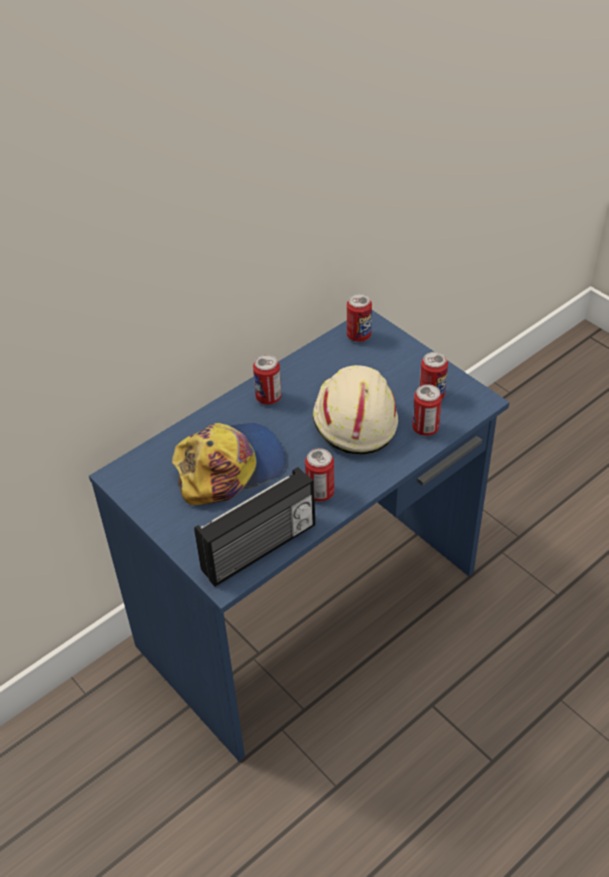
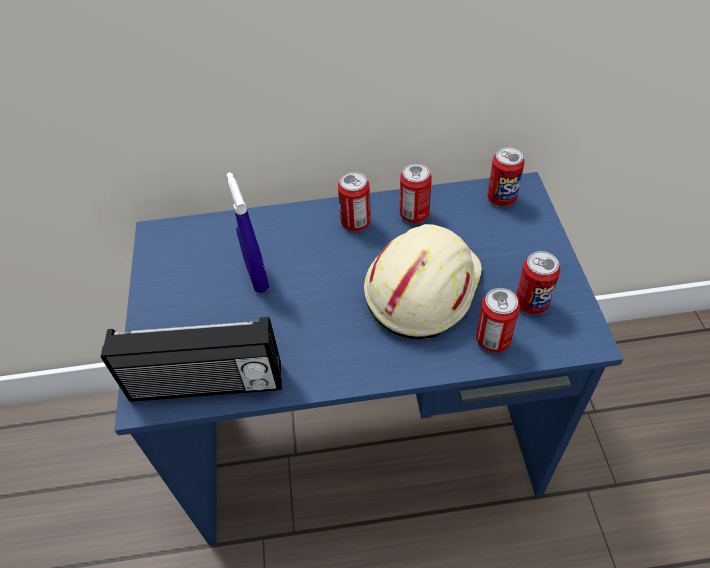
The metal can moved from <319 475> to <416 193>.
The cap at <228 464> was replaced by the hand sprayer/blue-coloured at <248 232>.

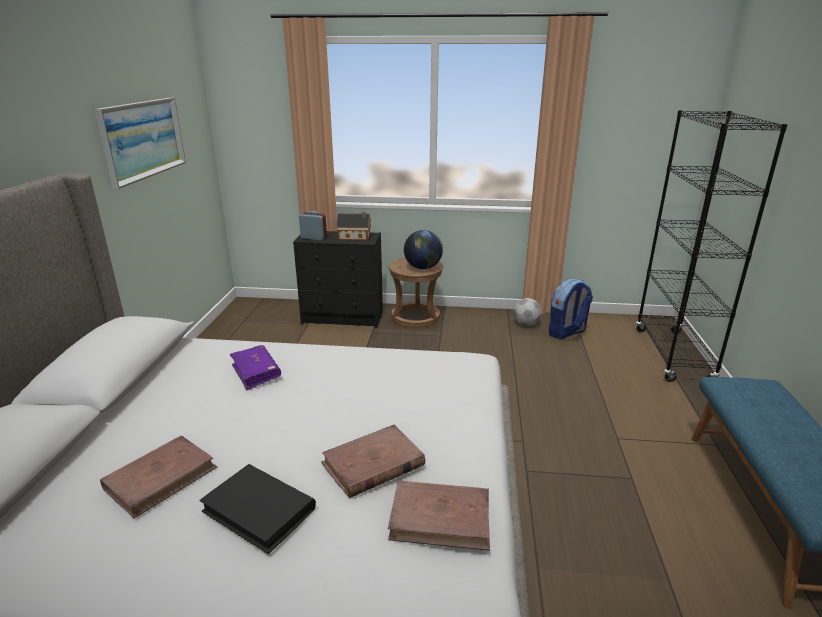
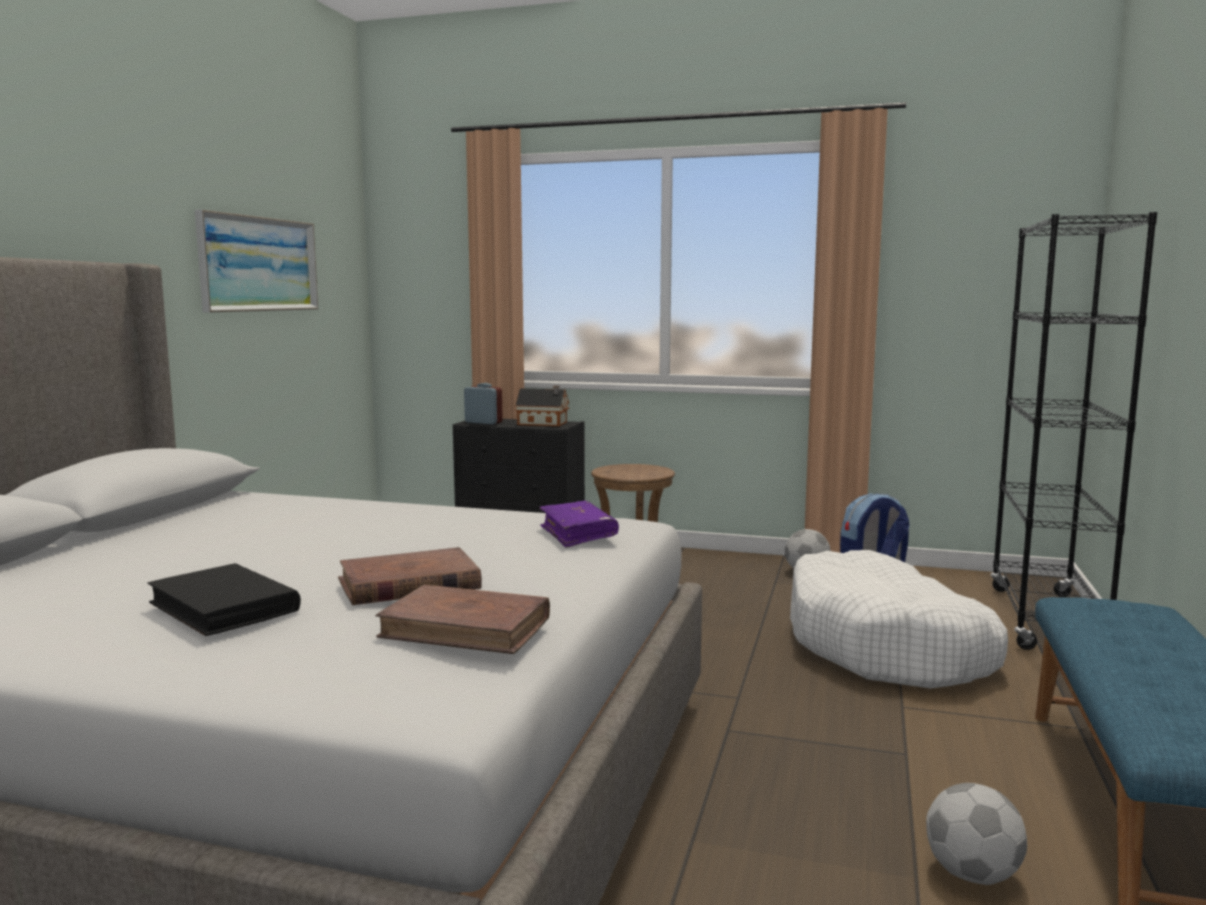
The volume/brown-coloured at <158 476> disappeared.
The world globe at <423 249> disappeared.
The dog cushion/whitish at <899 619> appeared.
The ball for football at <976 834> appeared.
The volume/purplish moved from <255 367> to <579 524>.

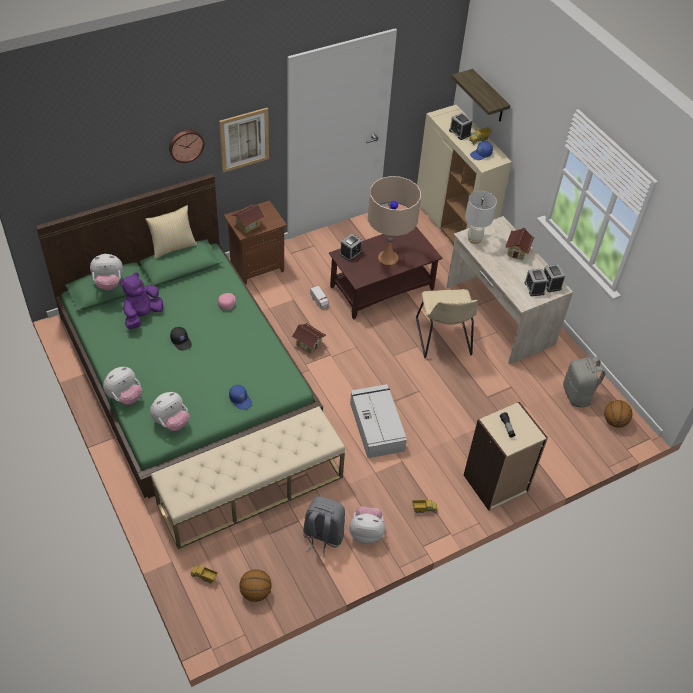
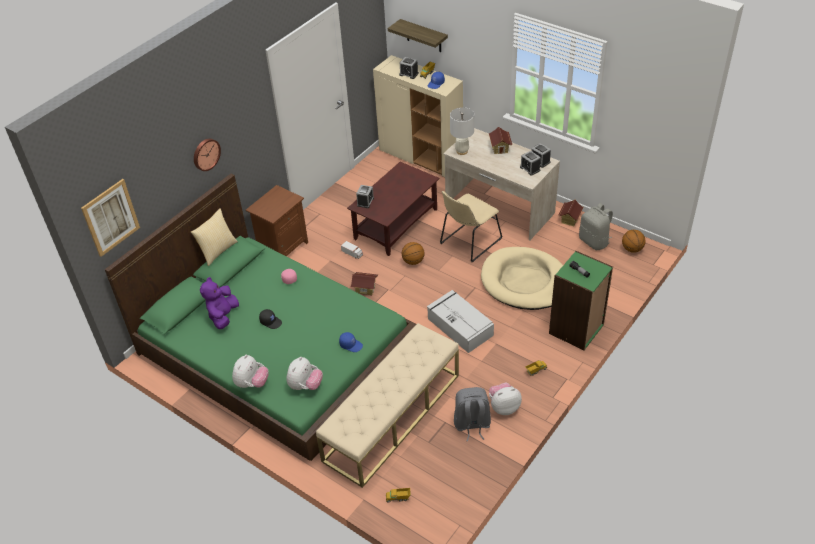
The cuddly toy at <106 272> disappeared.
The lamp for a table/beige at <394 220> disappeared.
The dog cushion/beige at <522 278> appeared.
The wall picture moved from <244 140> to <110 218>.
The toy house moved from <248 219> to <571 213>.
The basketball moved from <255 585> to <413 253>.
The bookshelf/beige at <506 456> became the bookshelf/green at <581 300>.
The upright chair/beige at <447 323> turned 75 degrees clockwise.

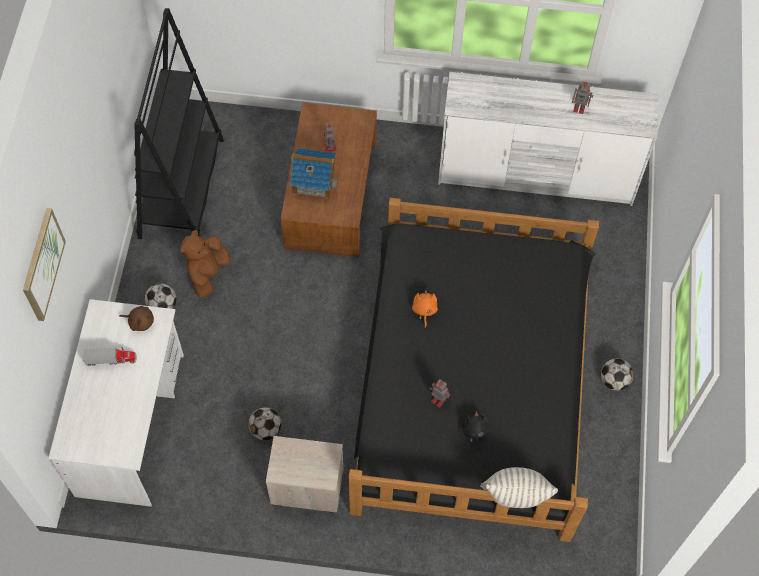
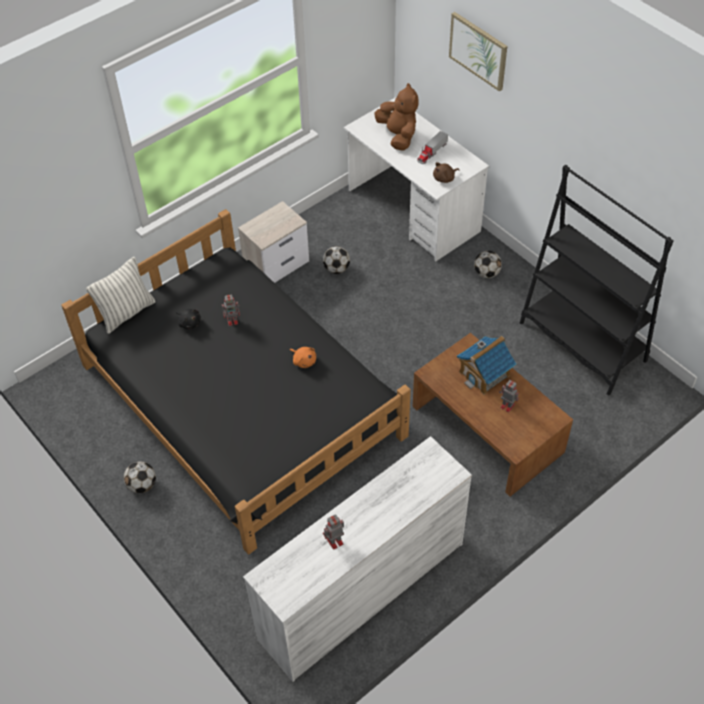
The cuddly toy/brown-coloured moved from <205 264> to <396 117>.

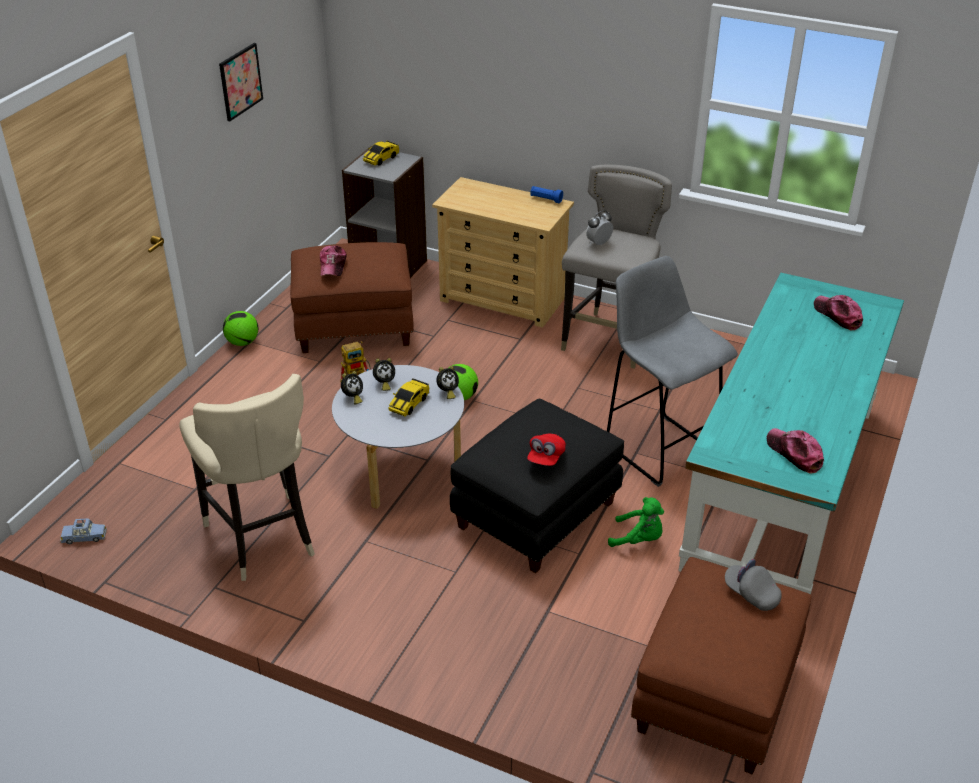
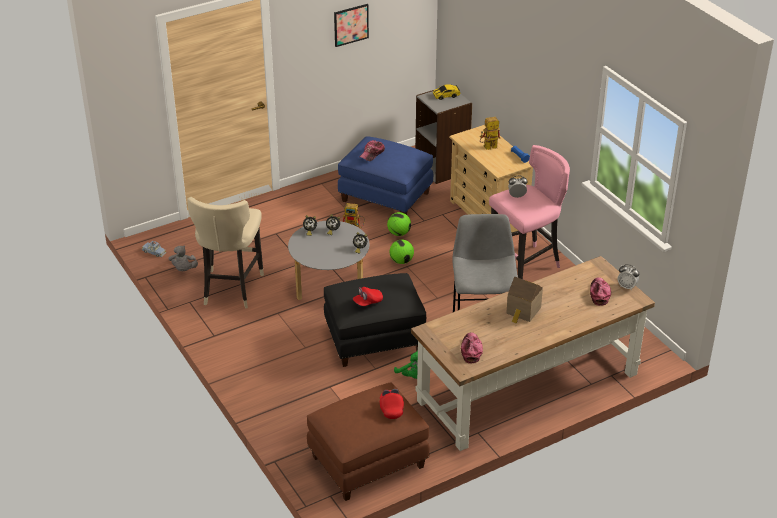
The toy car at <408 397> disappeared.
The cuddly toy/grey at <183 258> appeared.
The toy robot at <490 133> appeared.
The toy house at <524 300> appeared.
The table clock at <628 277> appeared.
The ball for football moved from <240 328> to <399 224>.
The pouffe/brown-coloured at <352 297> became the pouffe/blue-coloured at <385 175>.
The sitting stool/grey at <616 267> became the sitting stool/pink-coloured at <529 212>.
The desk unit/blue-green at <791 434> became the desk unit/brown-coloured at <533 353>.
The cap/grey at <753 585> became the cap/red-coloured at <392 404>.

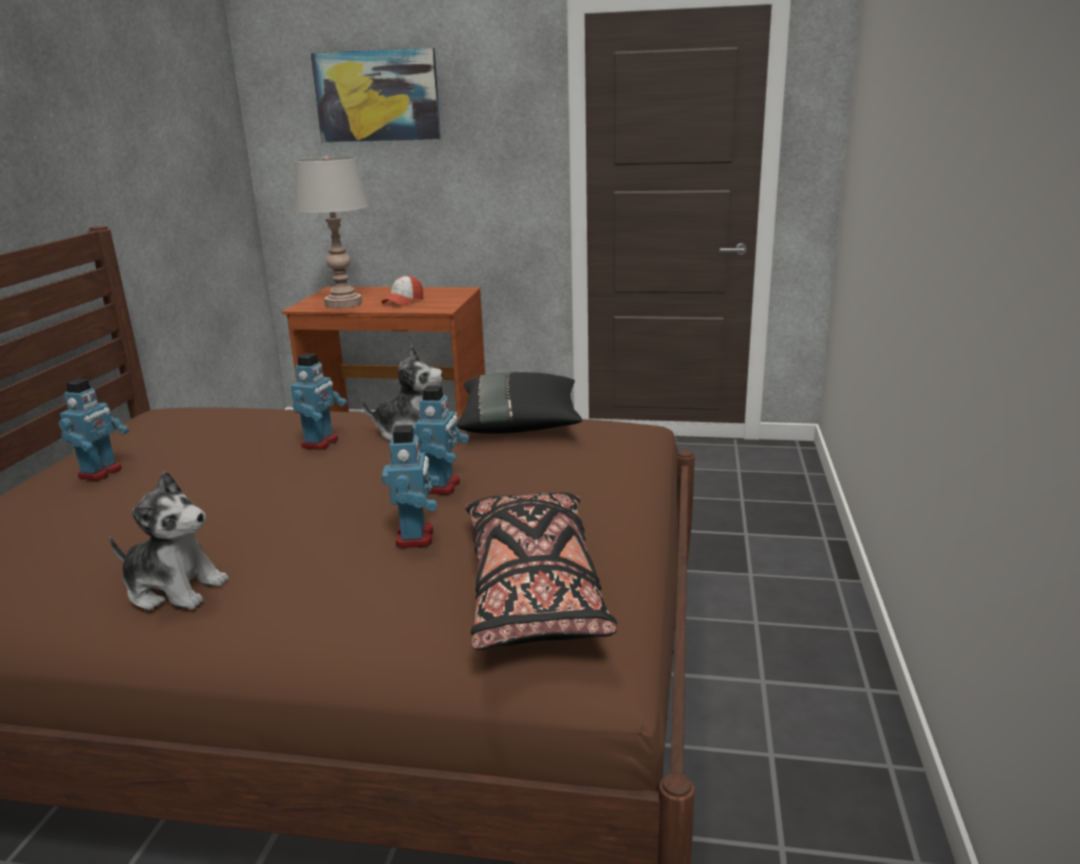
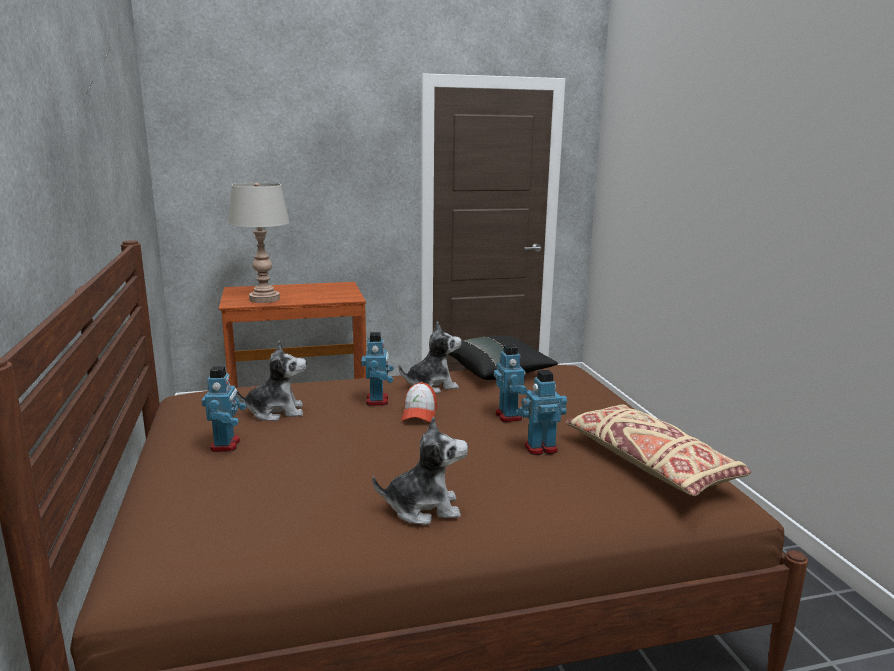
The wall picture at <375 95> disappeared.
The cuddly toy at <271 381> appeared.
The cap moved from <402 290> to <419 402>.
The pillow/black-coloured at <541 571> became the pillow/beige at <658 450>.
The toy robot at <411 486> turned 75 degrees counterclockwise.

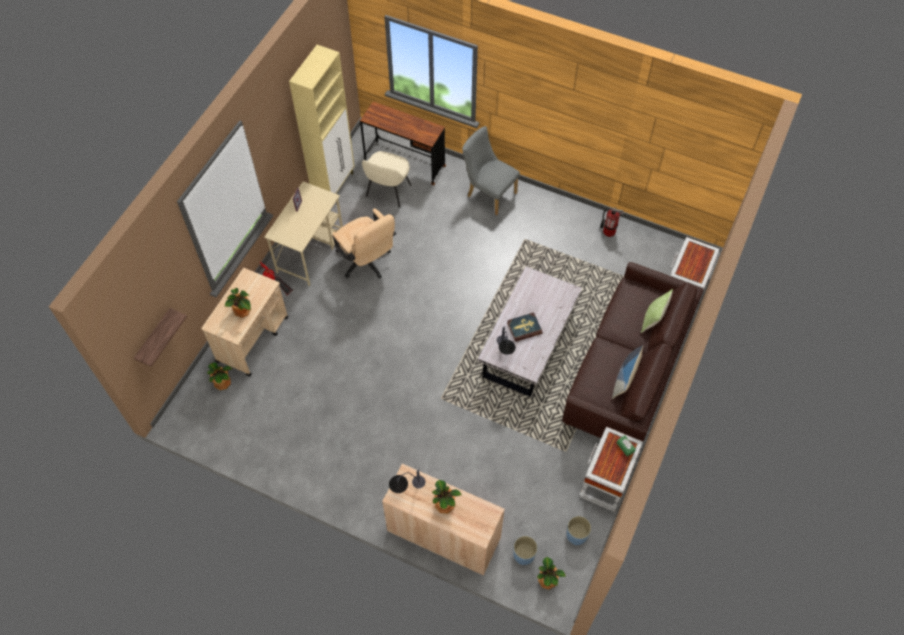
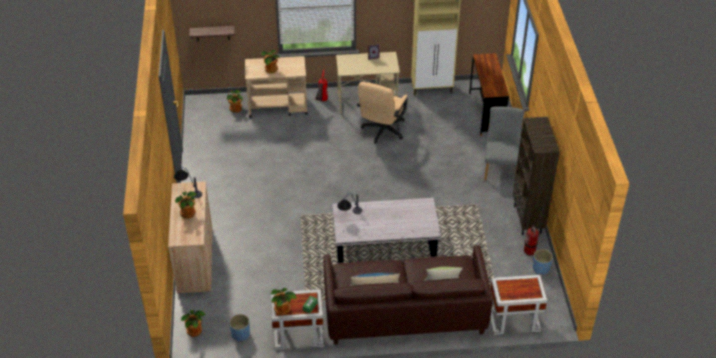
The upright chair/beige at <387 179> disappeared.
The volume at <525 327> disappeared.
The plant in a pot at <284 302> appeared.
The bookshelf/brown-coloured at <536 176> appeared.
The flower pot/blue-coloured moved from <525 550> to <543 262>.

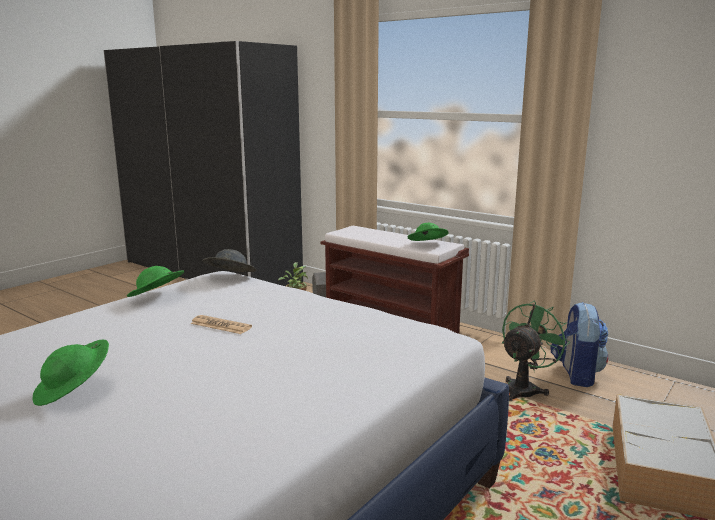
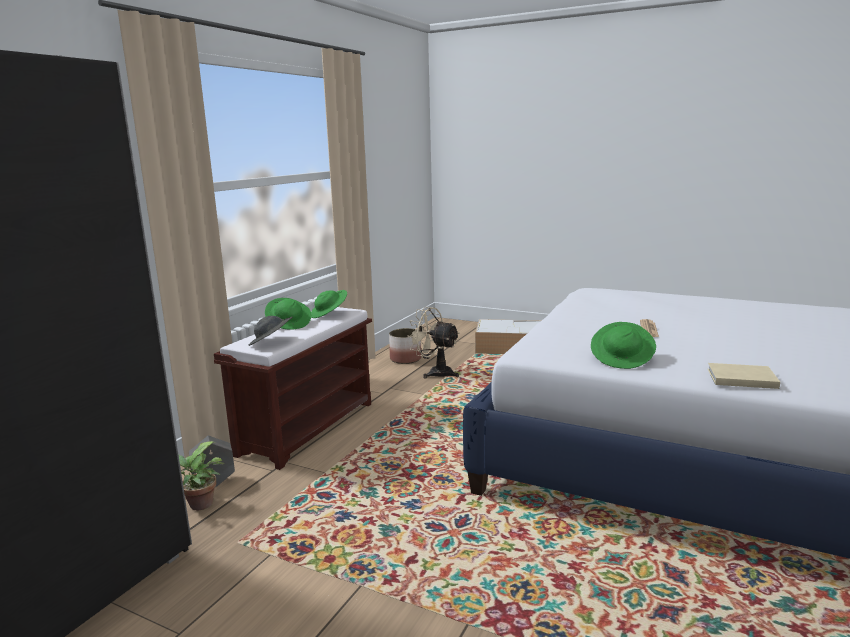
The volume/beige at <744 376> appeared.
The wearable hat/green moved from <70 373> to <288 314>.
The wearable hat/grey moved from <230 260> to <271 331>.
The knapsack at <579 344> was replaced by the flower pot at <405 346>.
The electric fan/green at <536 351> became the electric fan/beige at <433 343>.

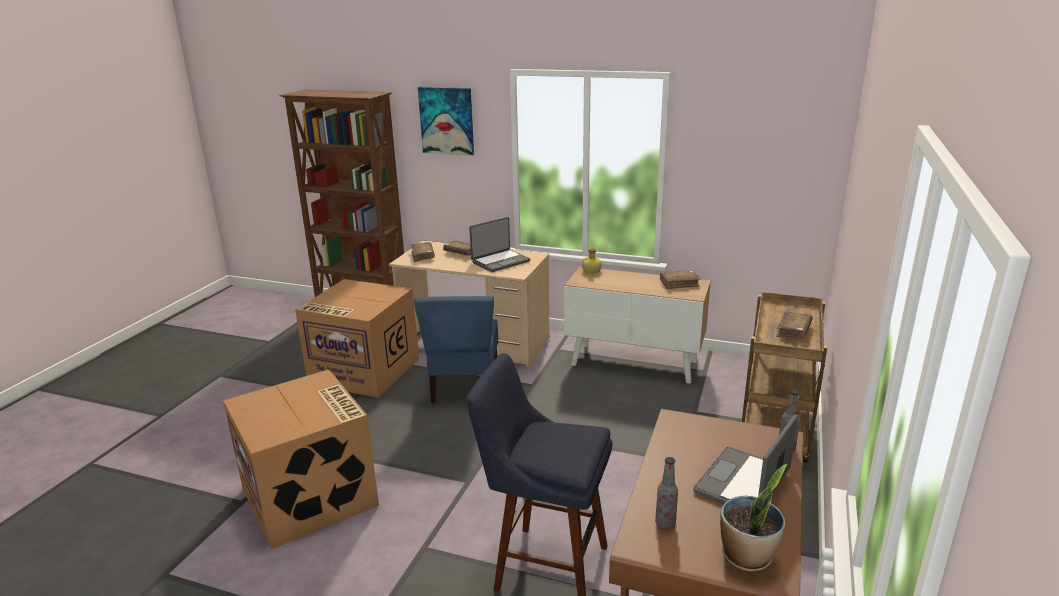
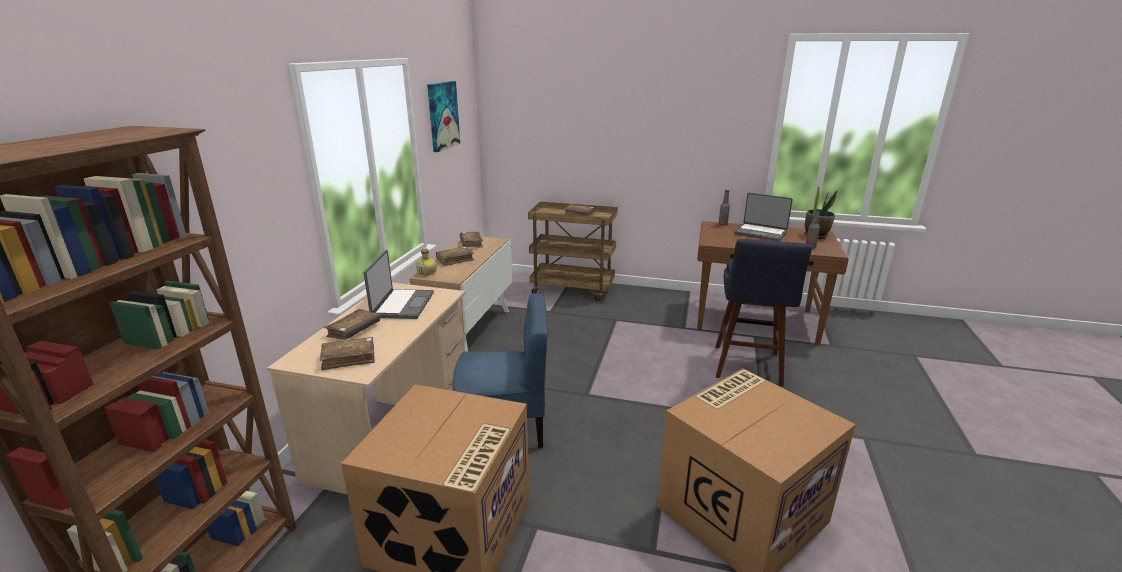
The volume/brown-coloured at <455 256> appeared.
The wall picture moved from <446 121> to <443 116>.
The laptop at <499 244> turned 45 degrees clockwise.

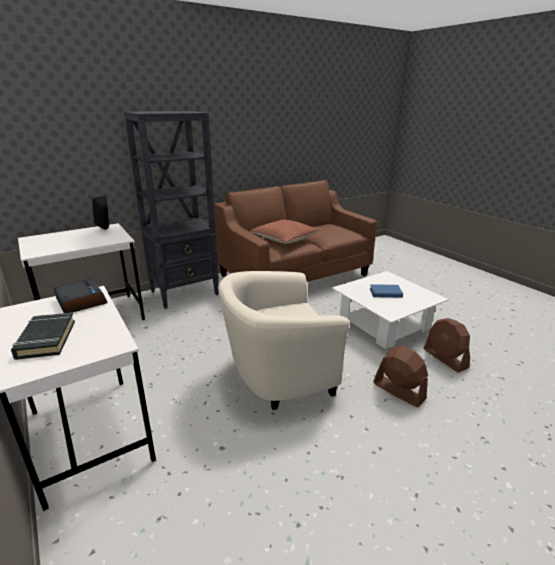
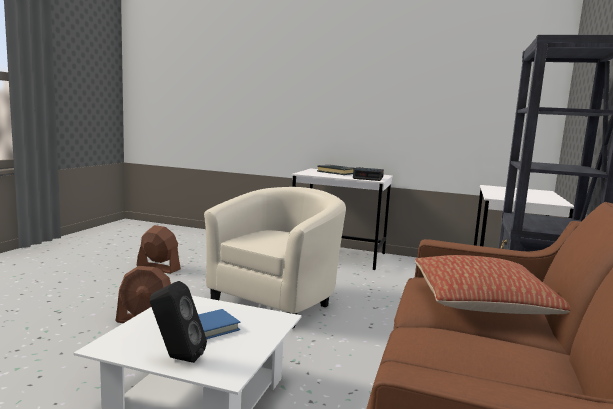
The audio speaker/black-coloured moved from <100 213> to <178 322>.
The electric fan/brown-coloured moved from <447 345> to <159 249>.

